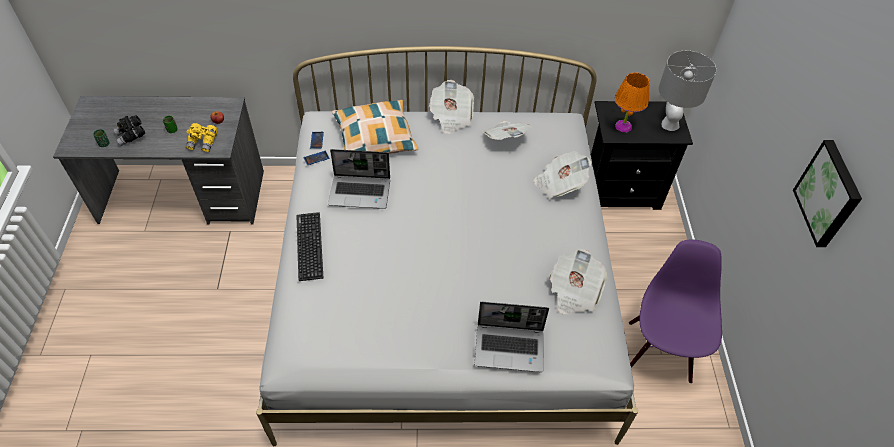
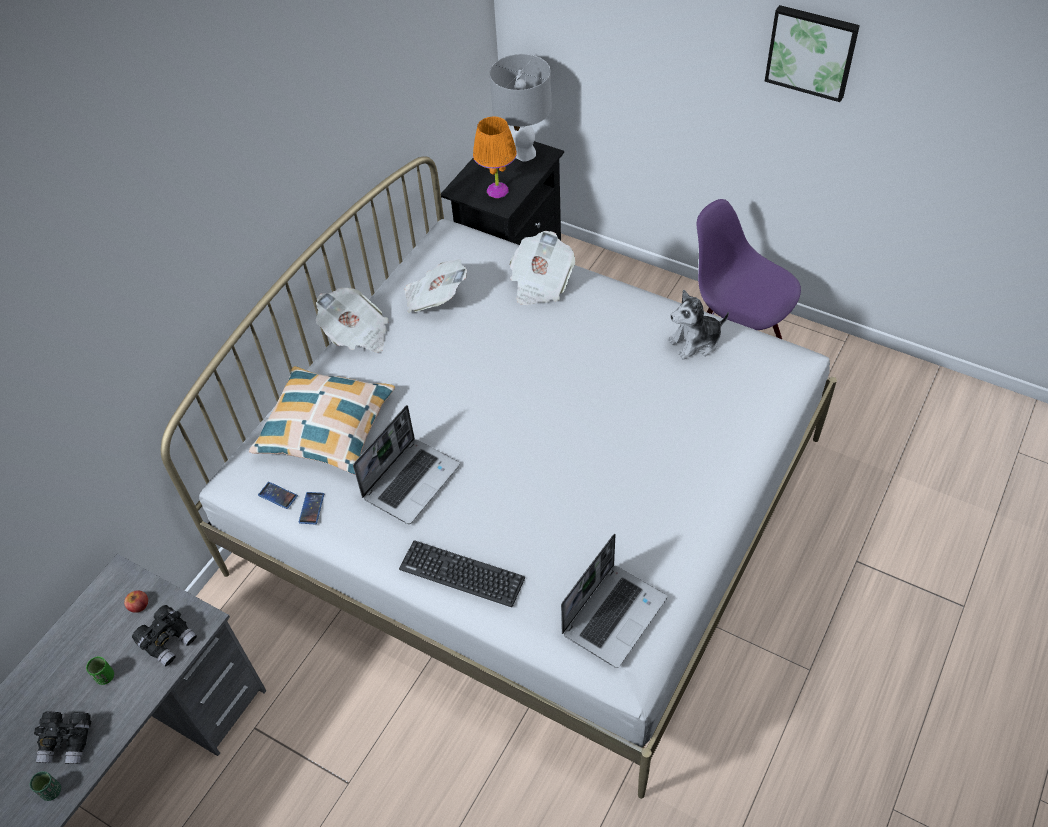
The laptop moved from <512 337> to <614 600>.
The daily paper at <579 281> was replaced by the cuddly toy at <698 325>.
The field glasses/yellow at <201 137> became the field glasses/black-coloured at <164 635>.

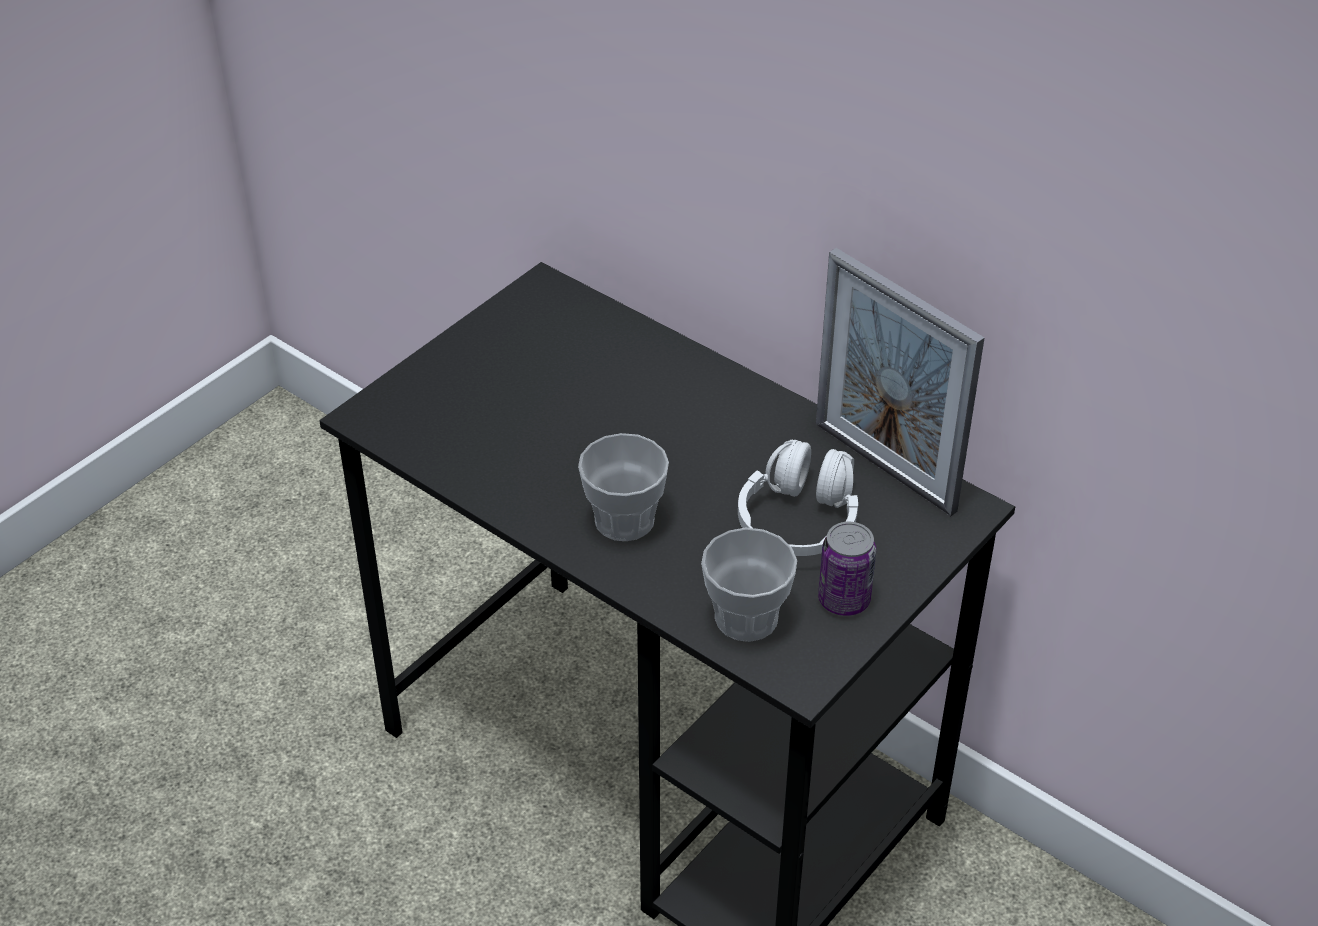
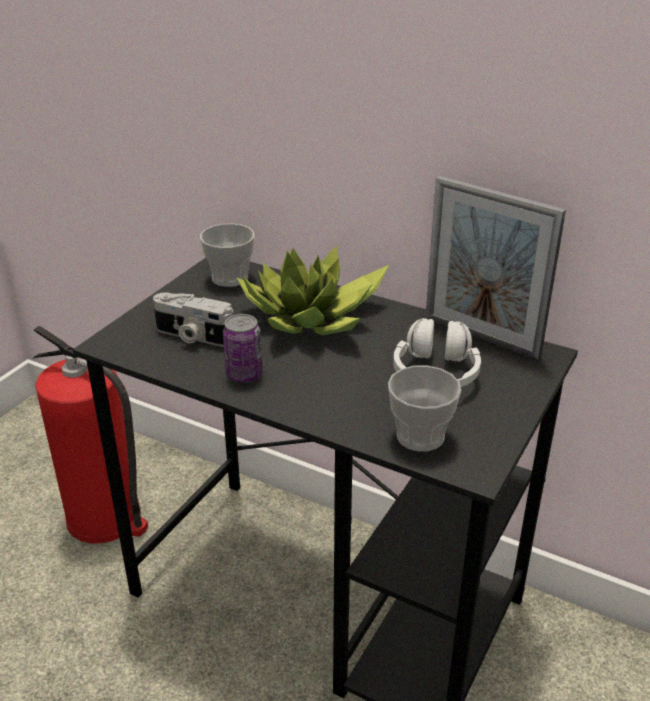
The fire-fighting cylinder at <90 435> appeared.
The still camera at <193 319> appeared.
The plant in a pot at <312 290> appeared.
The cup moved from <623 487> to <227 255>.
The metal can moved from <847 569> to <242 348>.

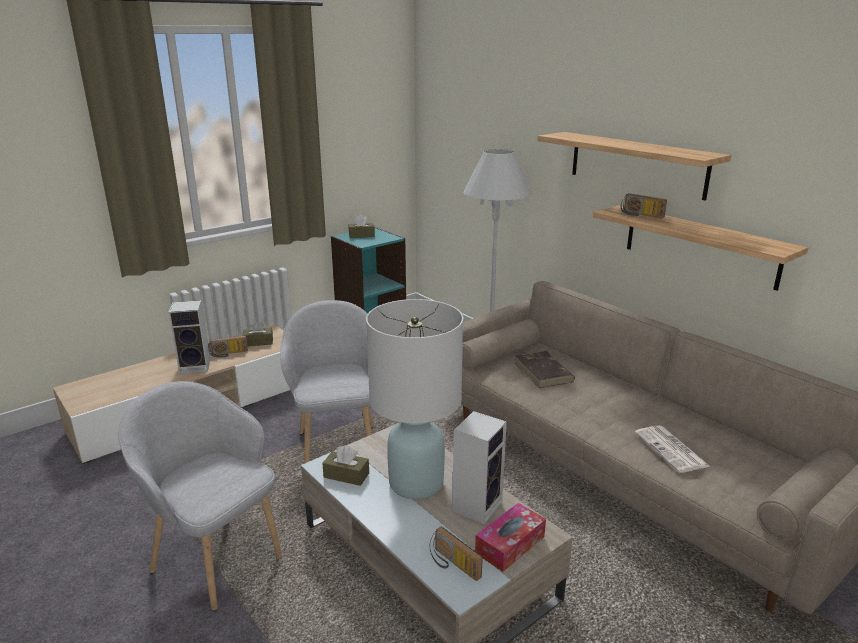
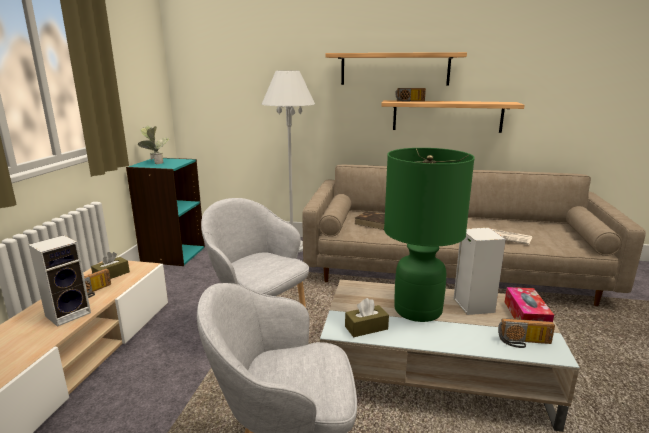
The tissue box/brown-coloured at <362 226> was replaced by the plant in a pot at <153 145>.
The lamp for a table/whitish at <414 399> became the lamp for a table/green at <429 235>.

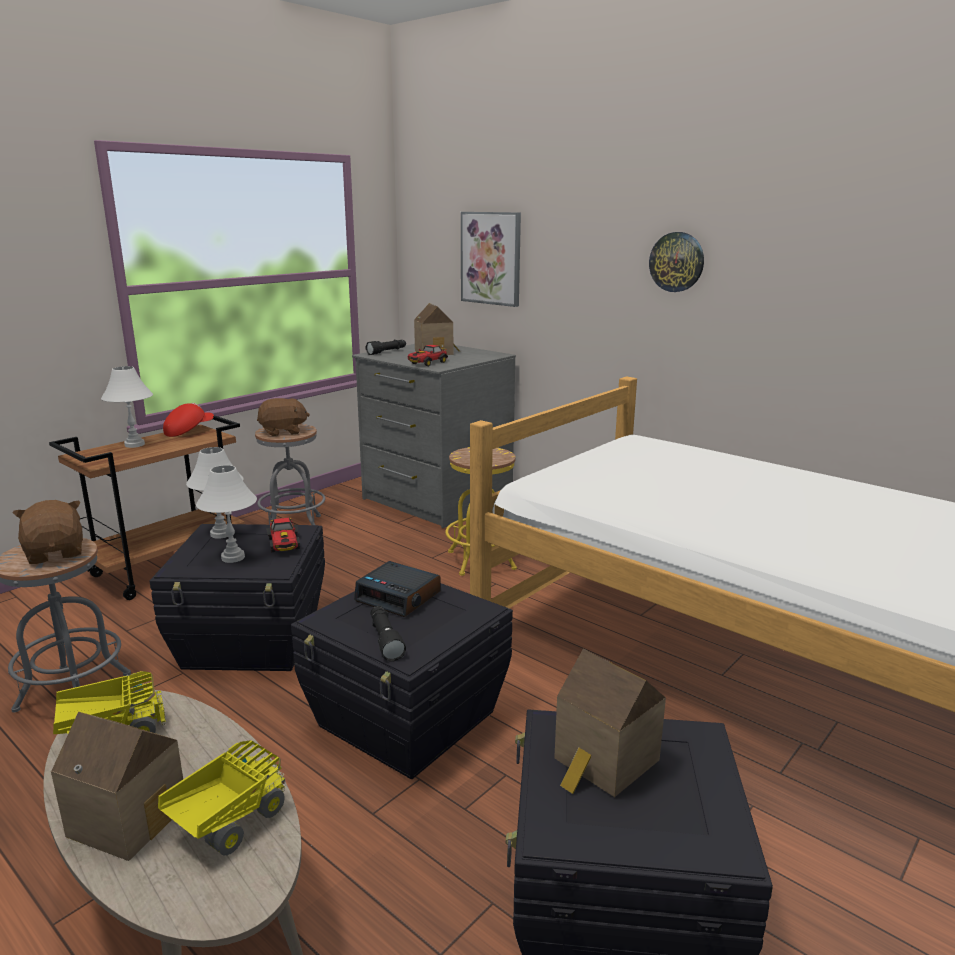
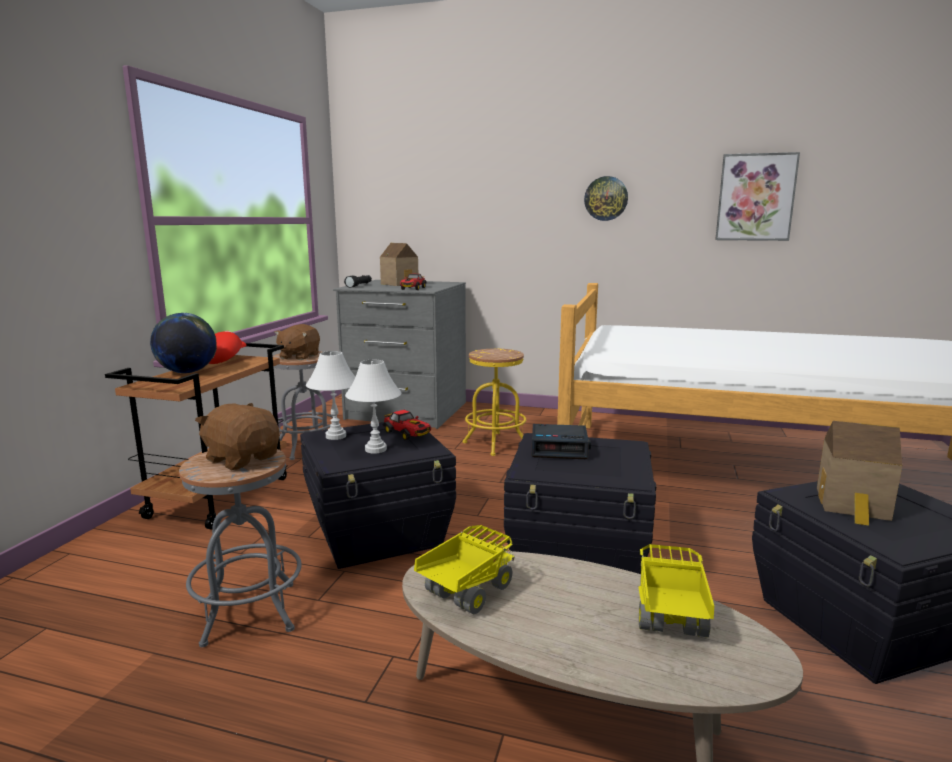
The toy house at <117 786> disappeared.
The flashlight/black-coloured at <388 634> disappeared.
The wall picture moved from <491 259> to <757 196>.
The lamp for a table/whitish at <127 407> was replaced by the world globe at <183 343>.
The cuddly toy/brown-coloured at <283 417> turned 150 degrees clockwise.

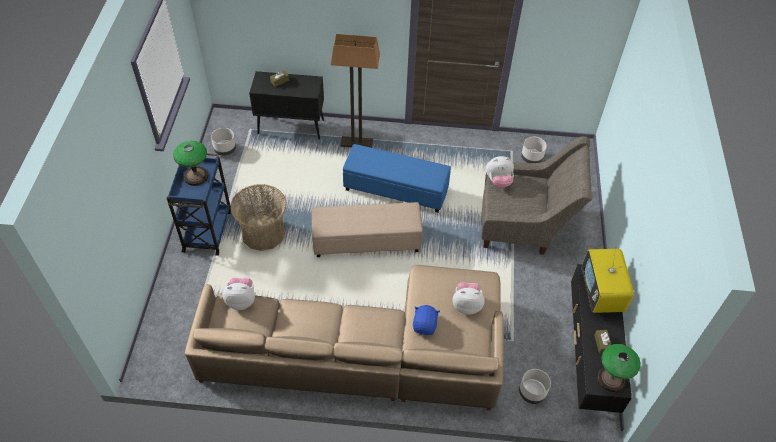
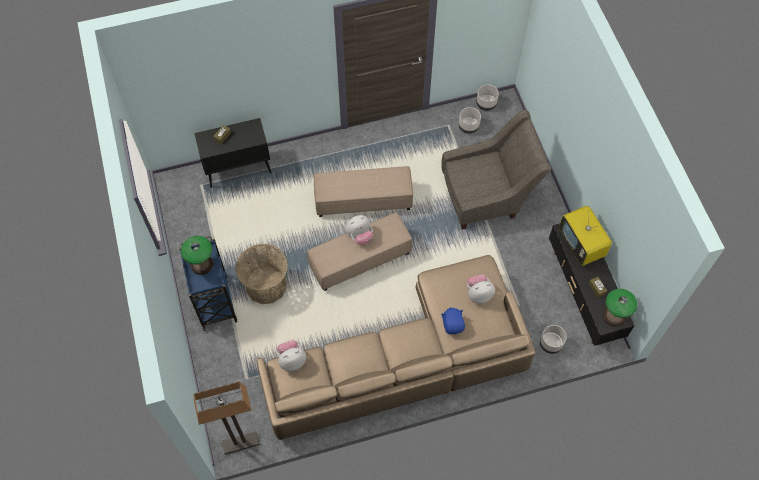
The flower pot/grey moved from <223 142> to <487 98>.
The floor lamp moved from <355 91> to <227 418>.
The cuddly toy moved from <500 172> to <359 230>.
The pouffe/blue-coloured at <397 178> became the pouffe/beige at <363 191>.

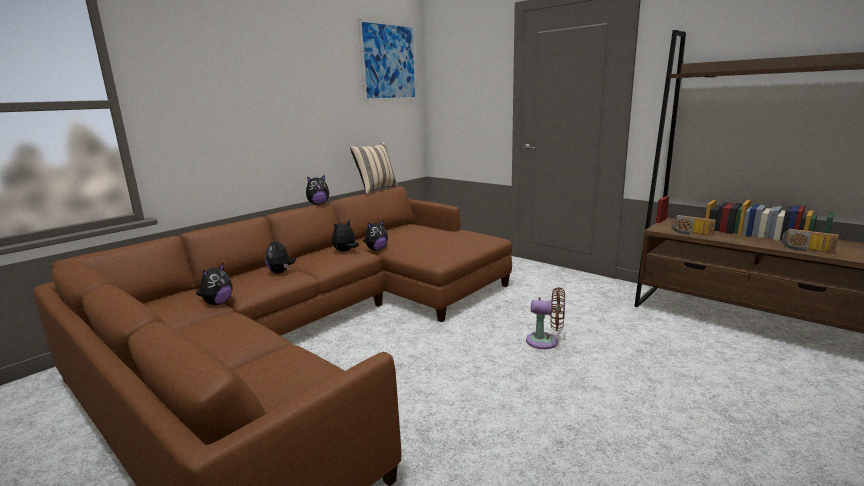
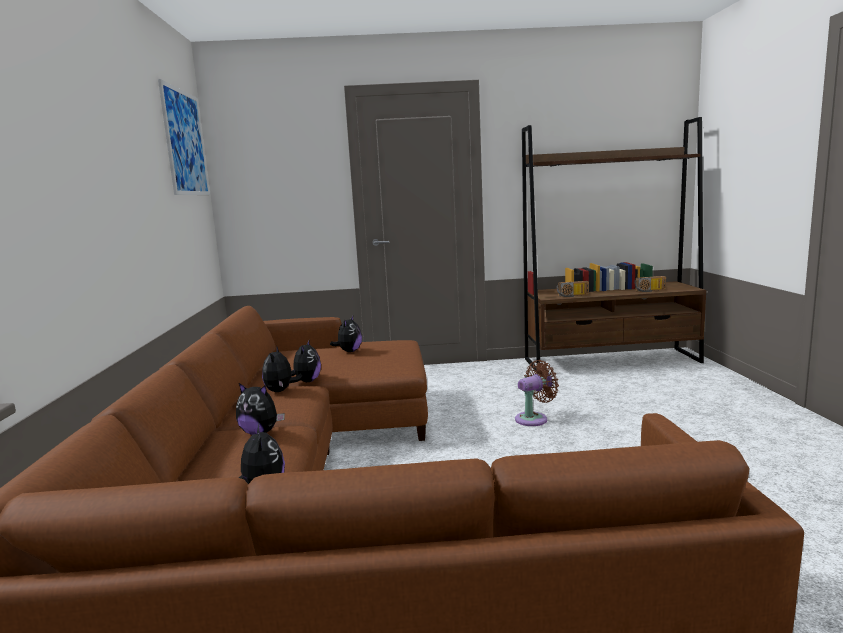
The pillow/beige at <374 168> disappeared.
The cuddly toy moved from <317 189> to <346 334>.

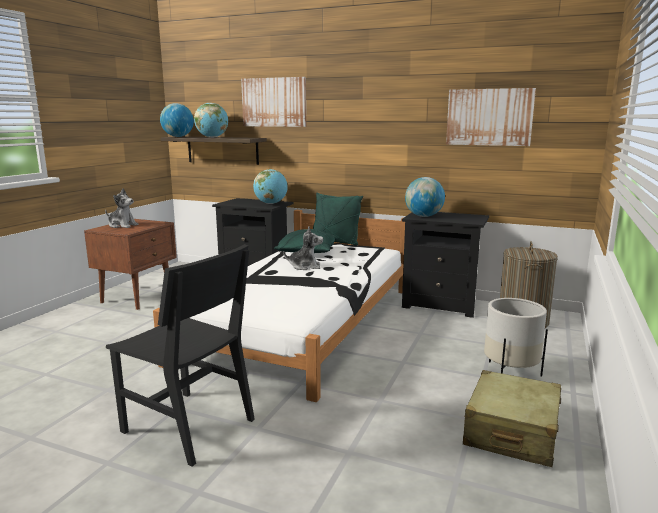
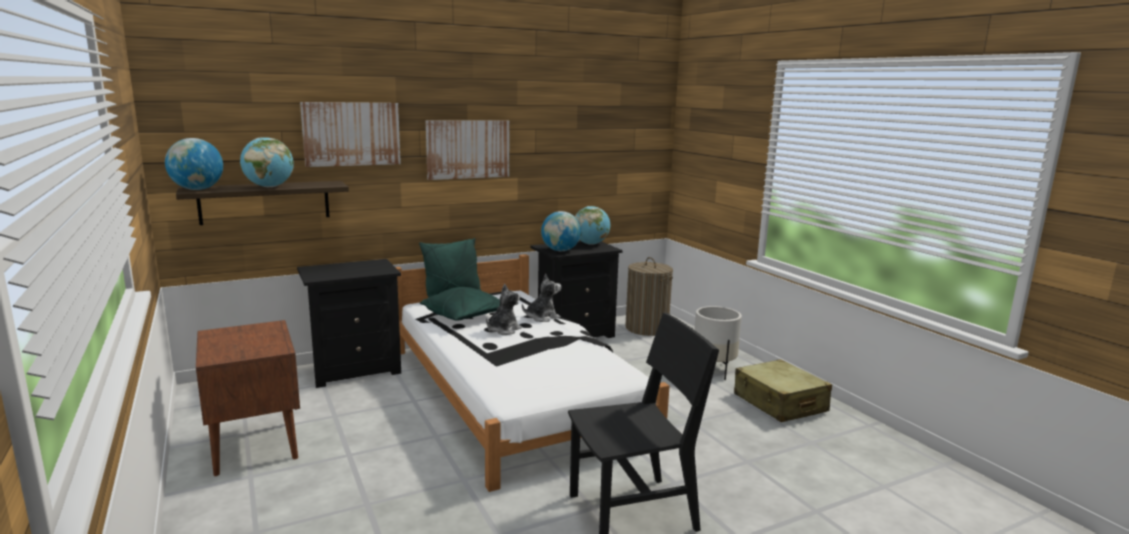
The cuddly toy moved from <122 208> to <541 298>.
The world globe moved from <270 186> to <592 225>.
The wall picture moved from <491 117> to <467 150>.

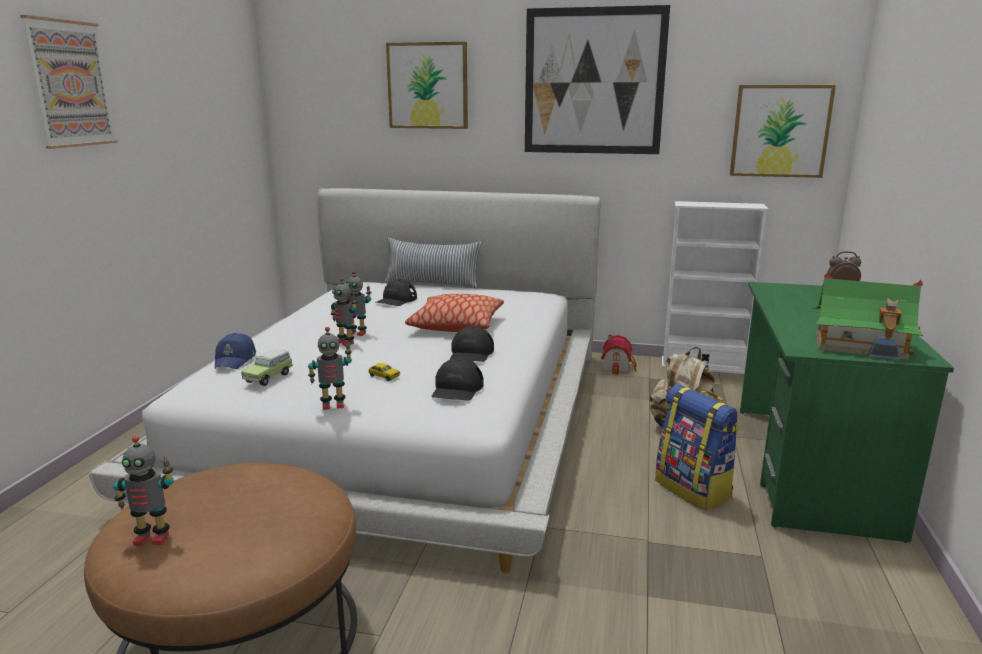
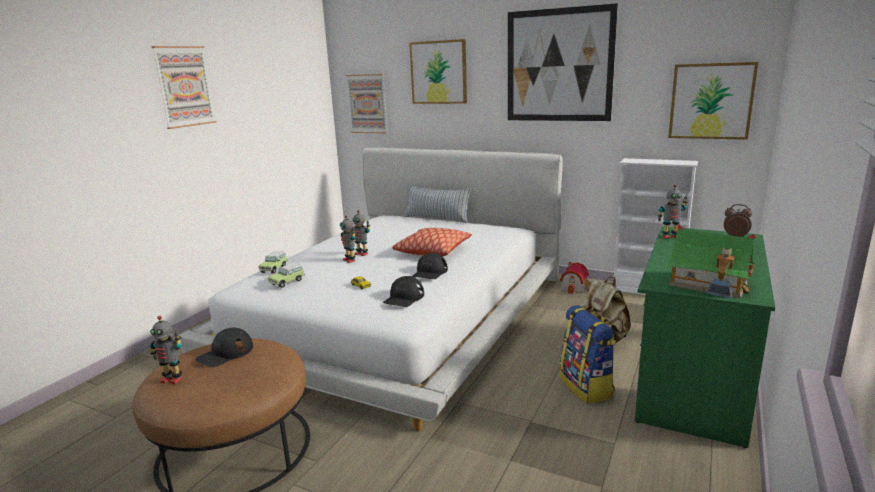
The wall picture at <367 104> appeared.
The toy robot moved from <330 368> to <673 211>.
The cap/black-coloured moved from <396 292> to <224 347>.
The cap/blue-coloured at <235 351> was replaced by the toy car at <273 262>.

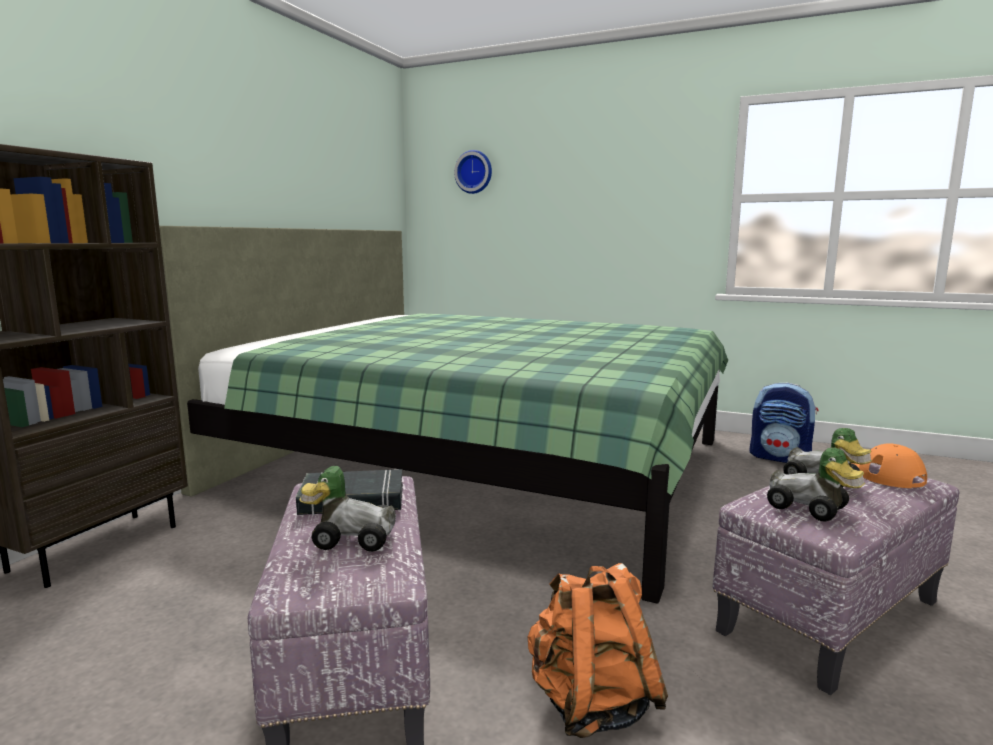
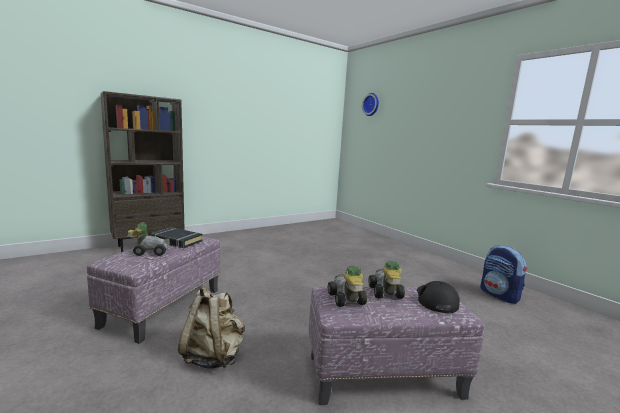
The bed/green at <443 415> disappeared.
The knapsack/orange-coloured at <598 650> became the knapsack/beige at <211 328>.
The cap/orange-coloured at <889 465> became the cap/black-coloured at <438 297>.
The toy car at <347 509> turned 45 degrees counterclockwise.

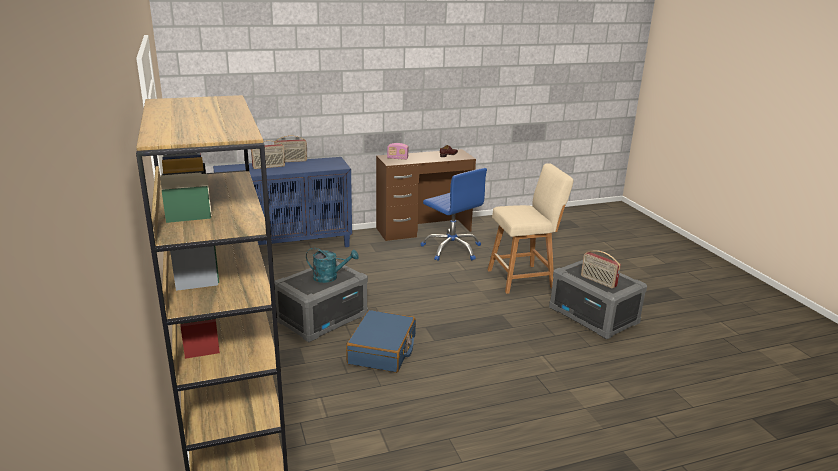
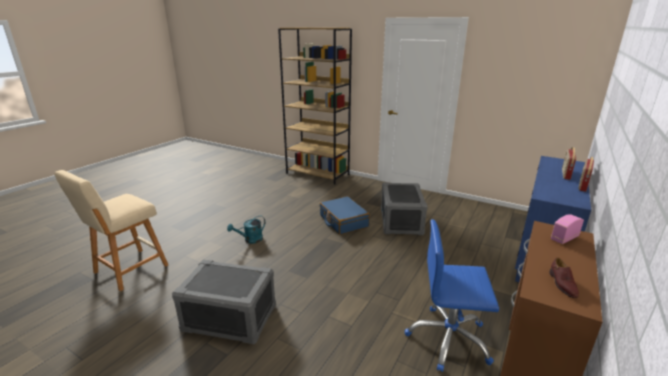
The radio set at <601 269> disappeared.
The watering can/blue-green moved from <332 265> to <246 229>.
The sitting stool/beige moved from <530 228> to <111 230>.

